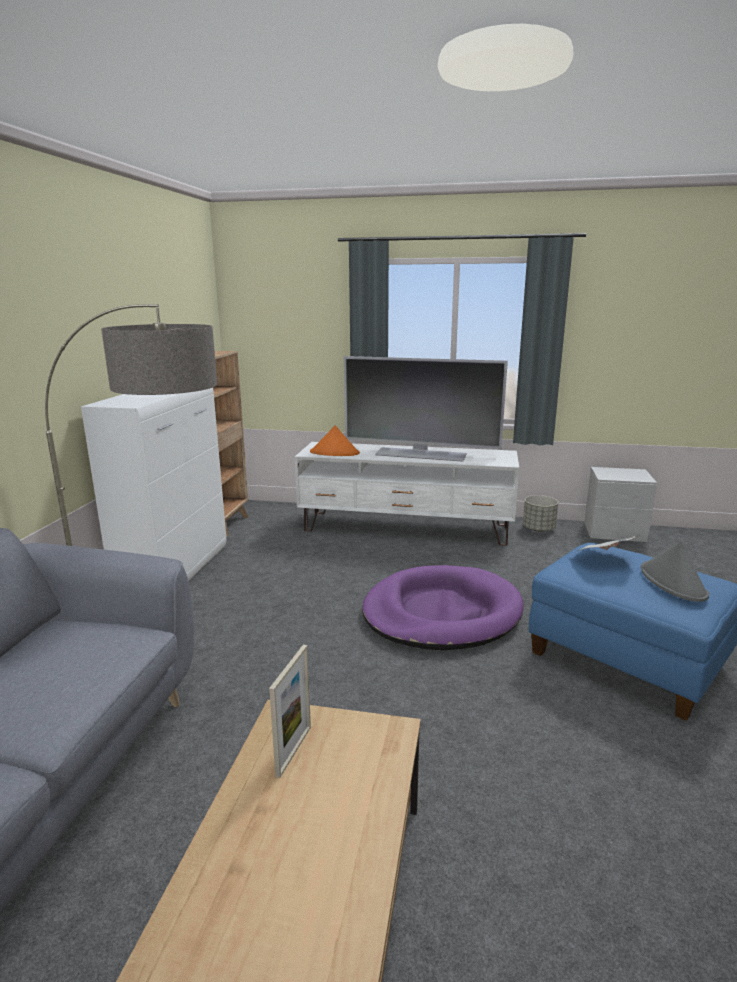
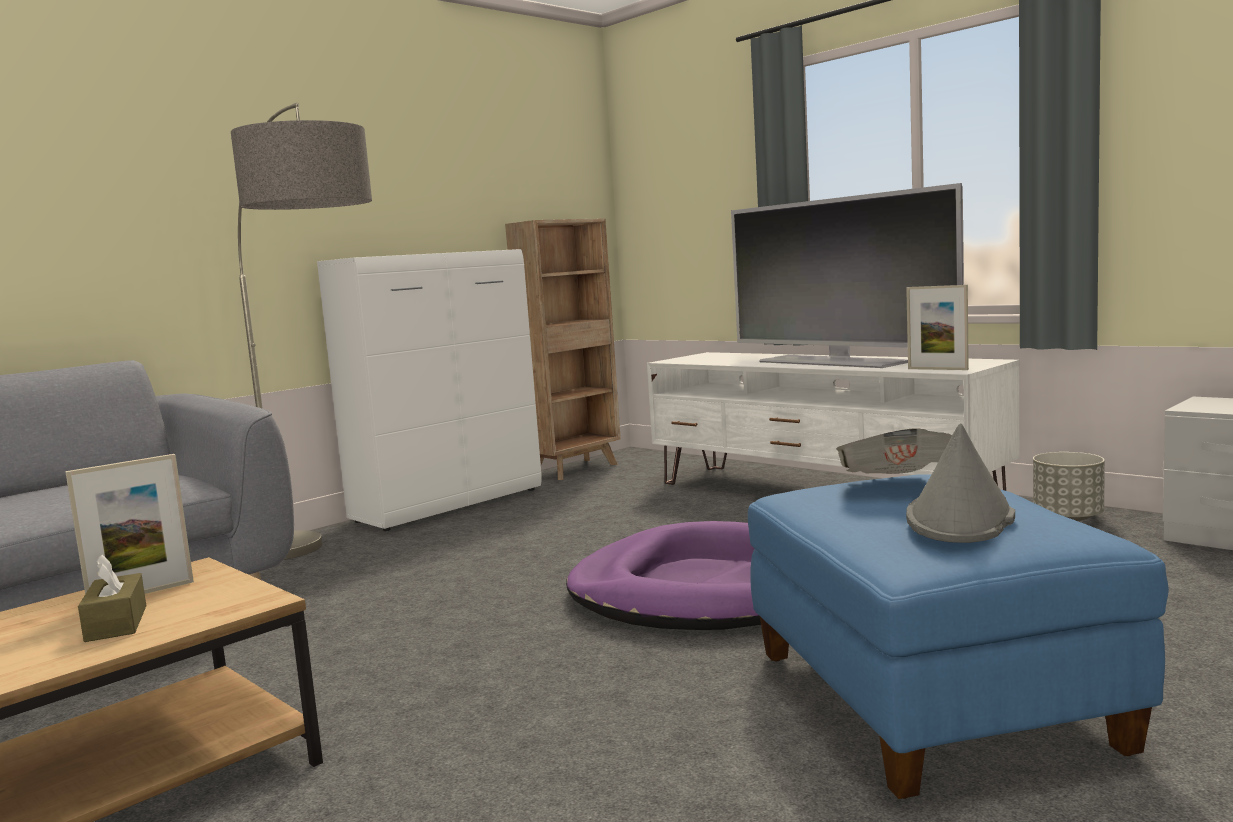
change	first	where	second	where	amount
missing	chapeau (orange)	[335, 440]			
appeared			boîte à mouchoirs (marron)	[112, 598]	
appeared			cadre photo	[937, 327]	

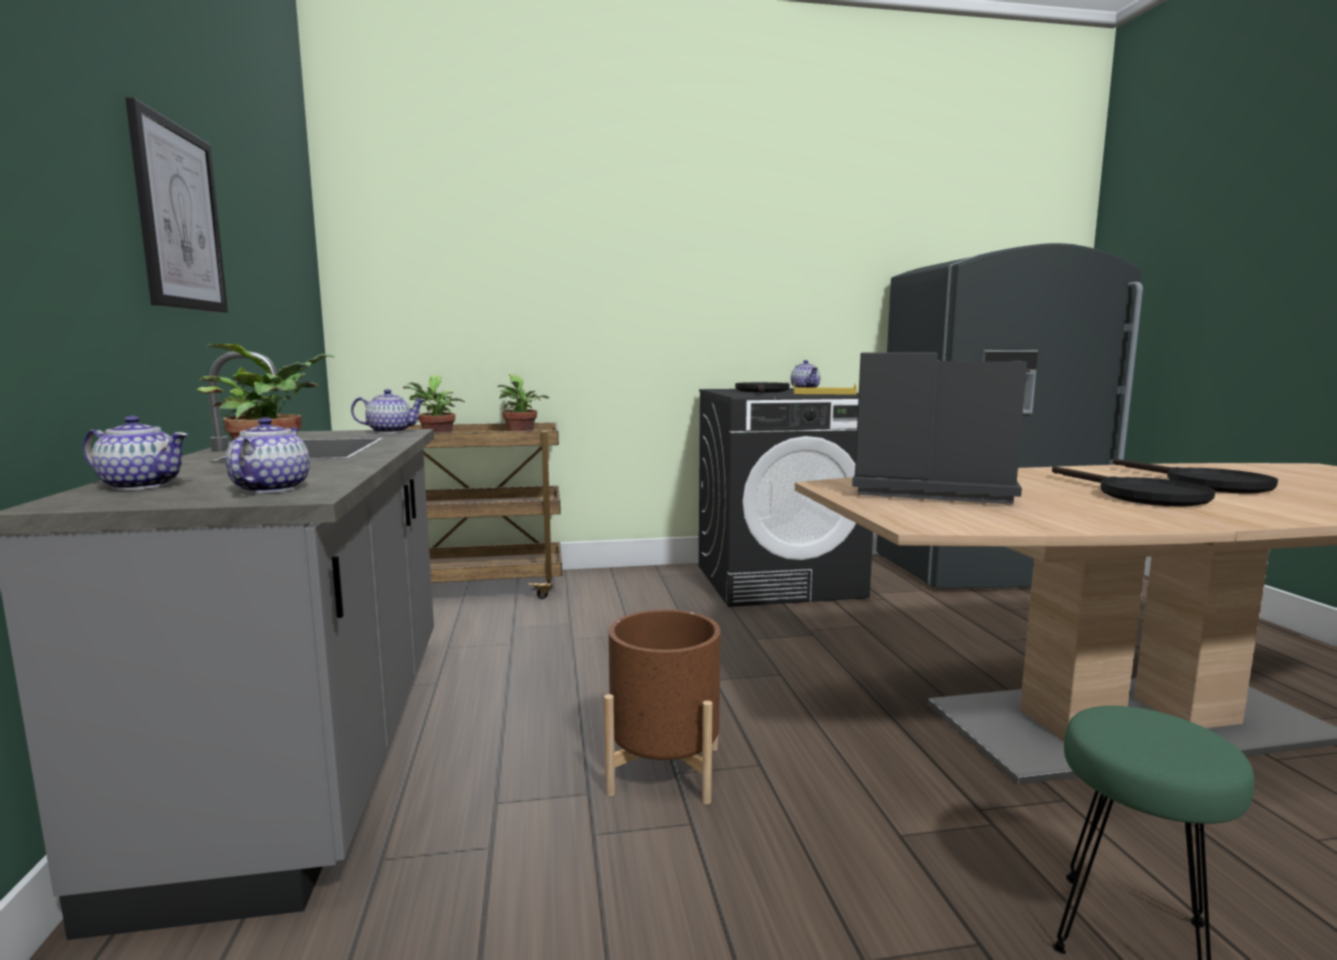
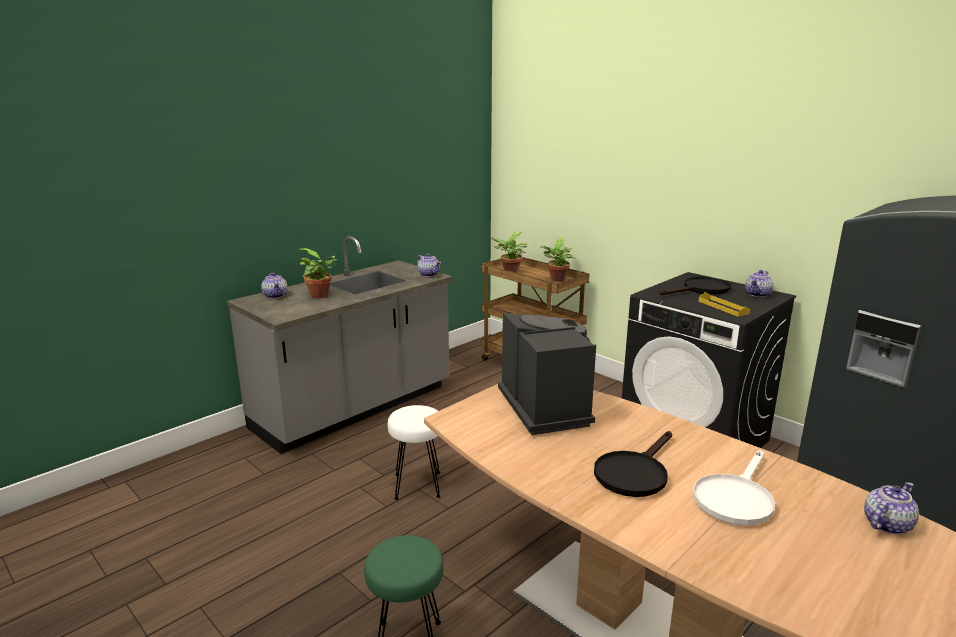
change	first	where	second	where	amount
missing	tableau	[177, 205]			
relocated	théière	[268, 455]		[891, 508]	
exchanged	cache-pot (marron)	[662, 706]	tabouret (blanc)	[414, 452]	
colour	poêle (noir)	[1195, 476]	poêle (blanc)	[734, 488]	

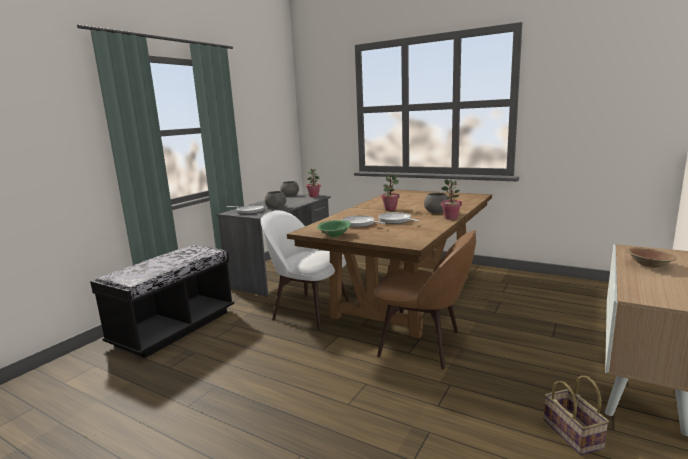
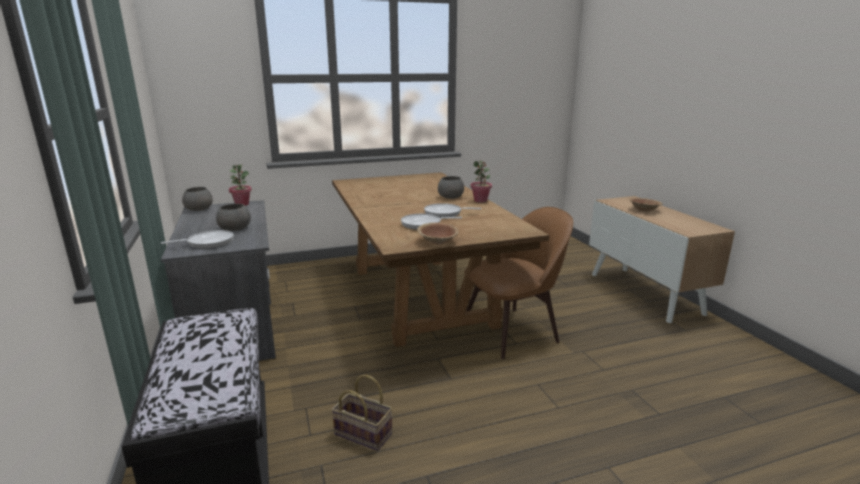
change	first	where	second	where	amount
missing	chaise (blanc)	[305, 270]			
colour	bol (vert)	[334, 228]	bol (marron)	[438, 233]	
missing	plante en pot	[390, 192]			
relocated	panier	[576, 415]		[361, 413]	

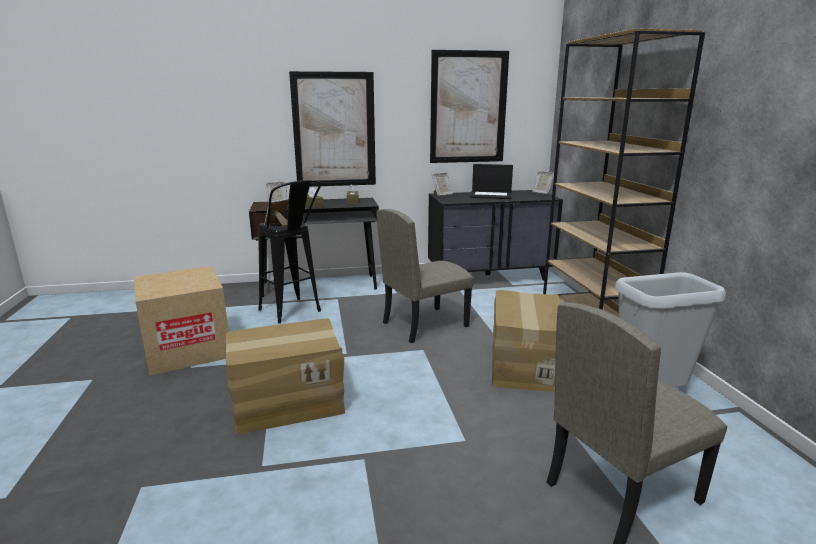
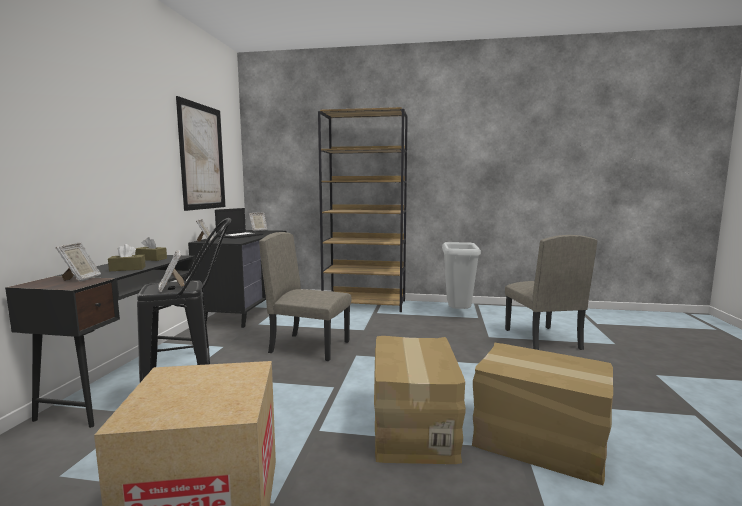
change	first	where	second	where	amount
missing	tableau	[332, 129]			
spun	chaise (beige)	[425, 276]		[305, 296]	120 degrees clockwise
relocated	carton	[526, 341]		[542, 413]	

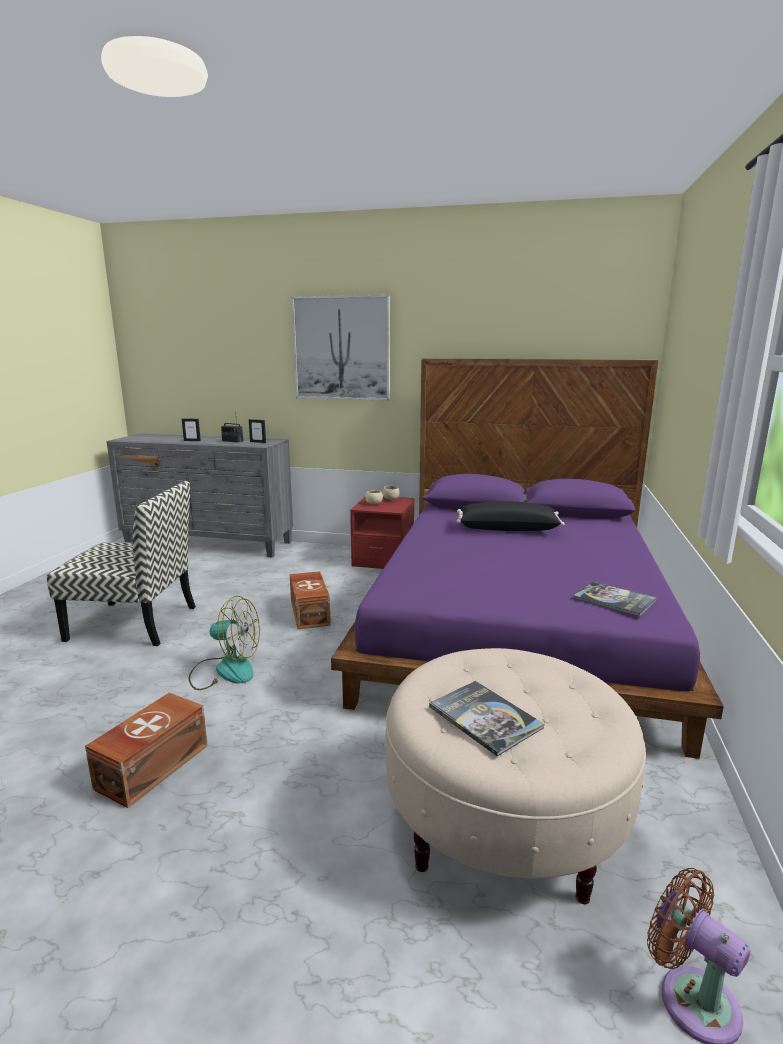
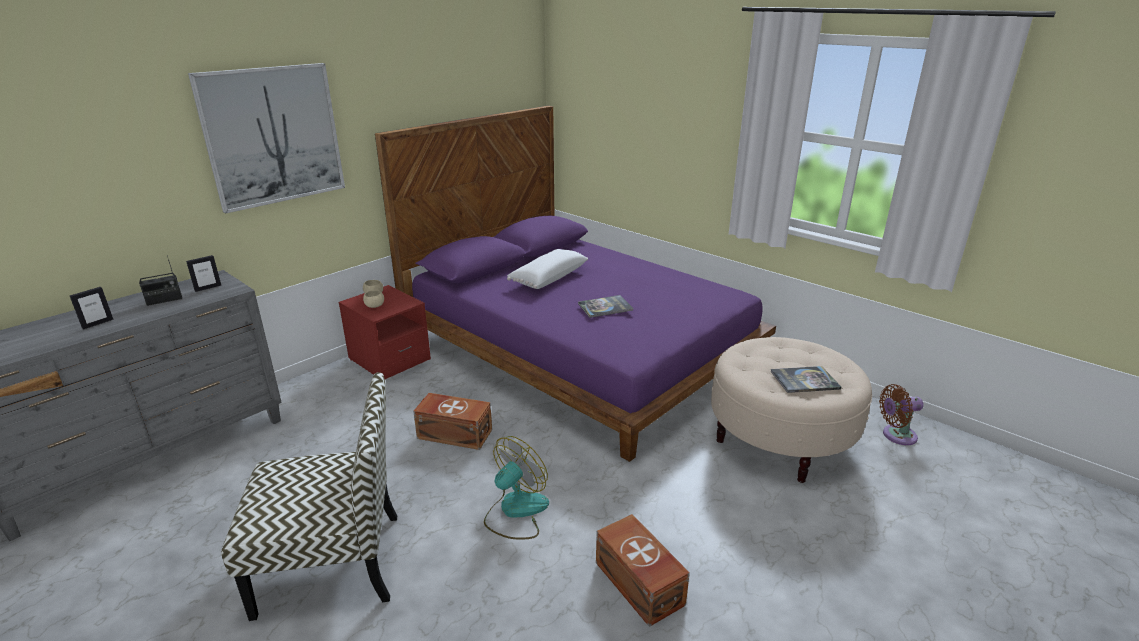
change	first	where	second	where	amount
spun	chaise	[121, 563]		[309, 496]	45 degrees clockwise
colour	coussin (noir)	[511, 516]	coussin (blanc)	[547, 269]	
relocated	livre	[615, 599]		[605, 306]	

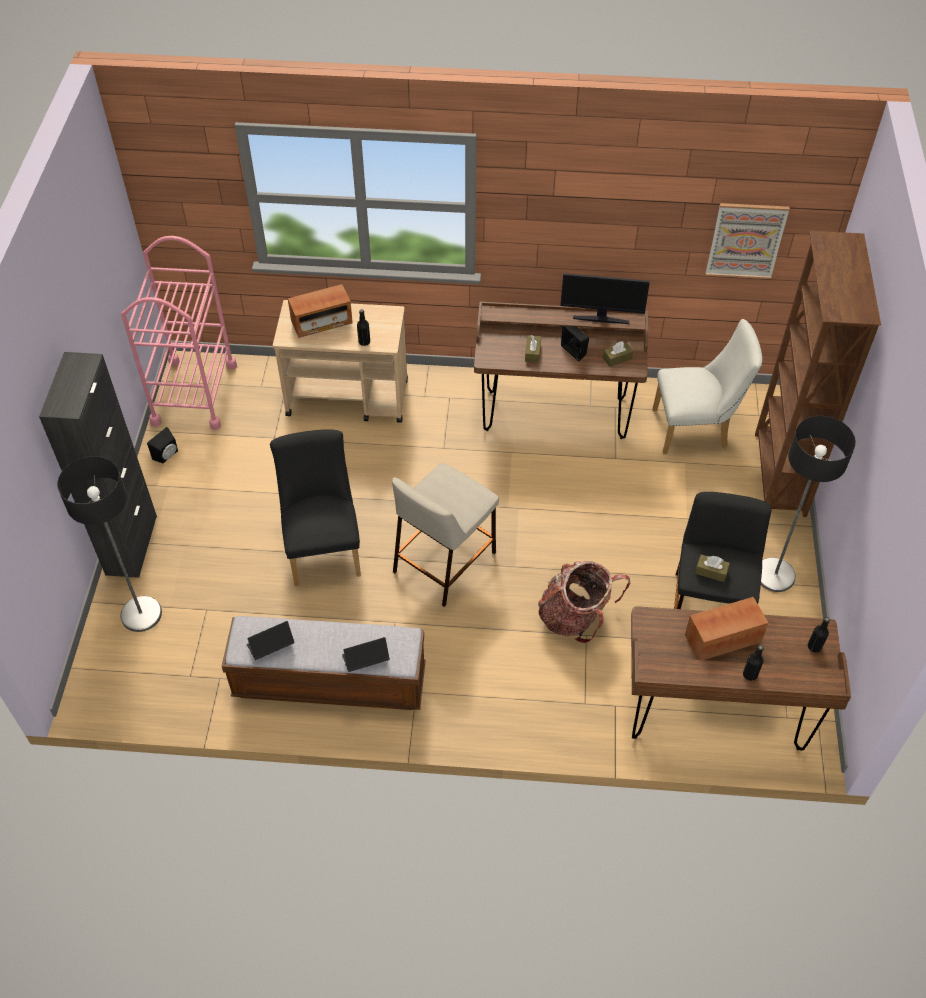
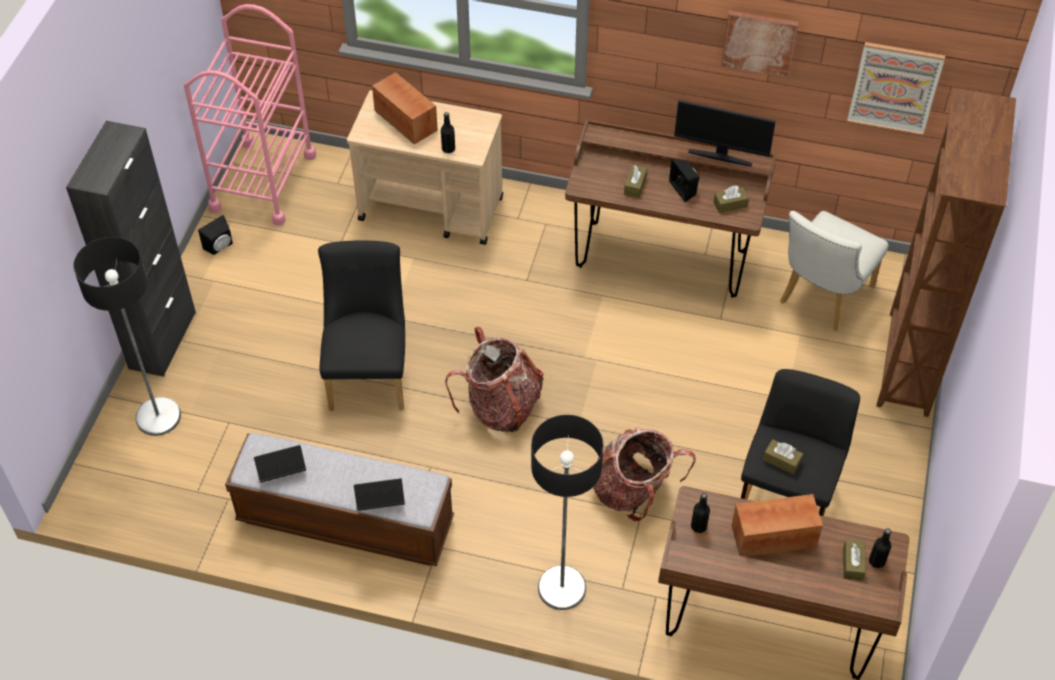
change	first	where	second	where	amount
spun	radio	[320, 311]		[405, 108]	120 degrees counterclockwise
exchanged	tabouret (beige)	[445, 535]	sac à dos	[494, 379]	
spun	chaise (blanc)	[707, 386]		[834, 271]	120 degrees clockwise
relocated	bouteille (noir)	[753, 663]		[700, 513]	
relocated	lampadaire	[808, 504]		[567, 512]	
appeared			tableau	[760, 44]	
appeared			boîte à mouchoirs (marron)	[854, 560]	

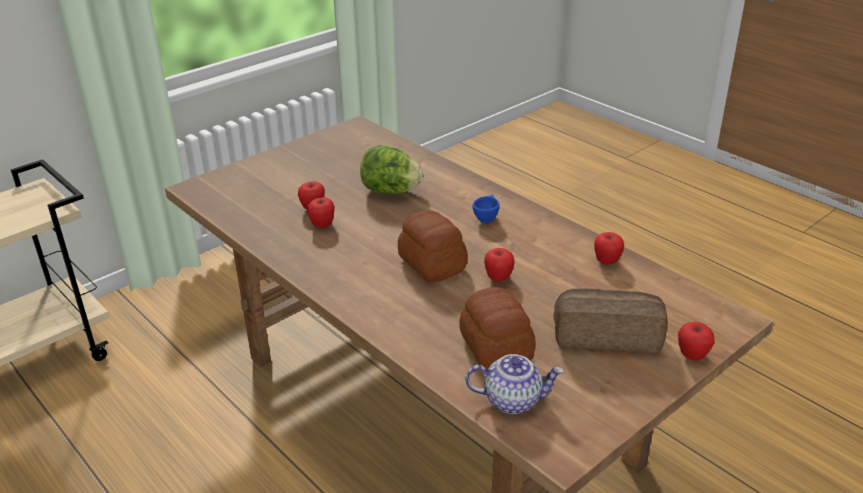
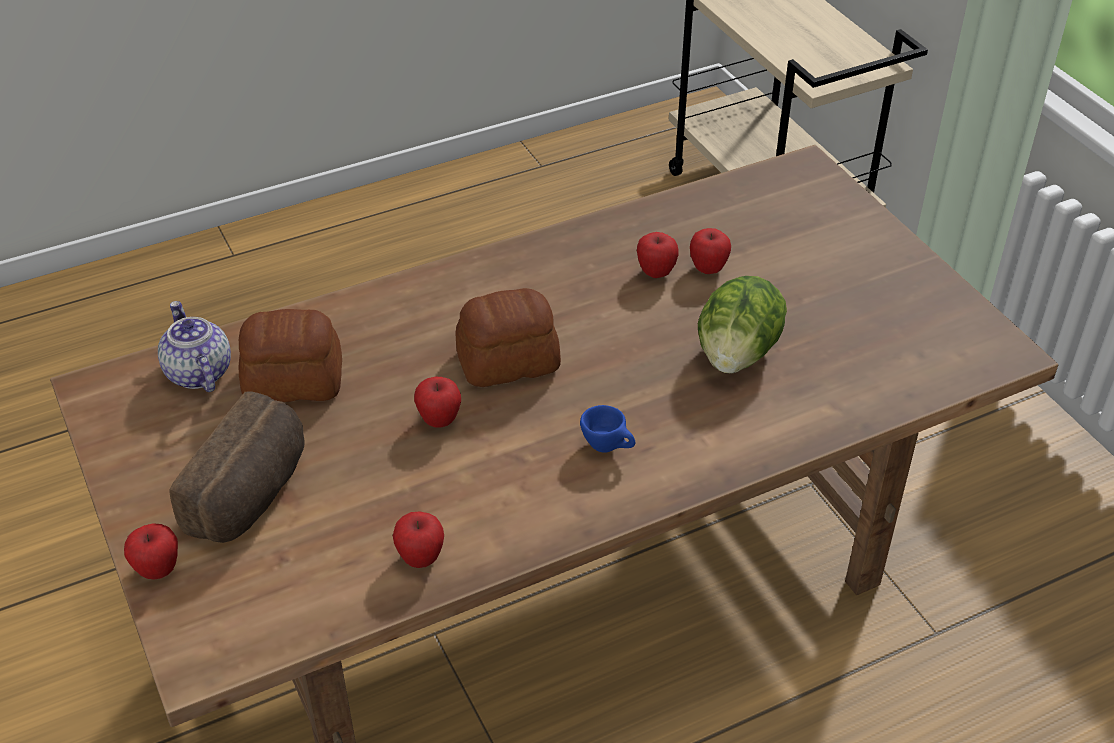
change	first	where	second	where	amount
spun	théière	[514, 384]		[194, 346]	135 degrees clockwise

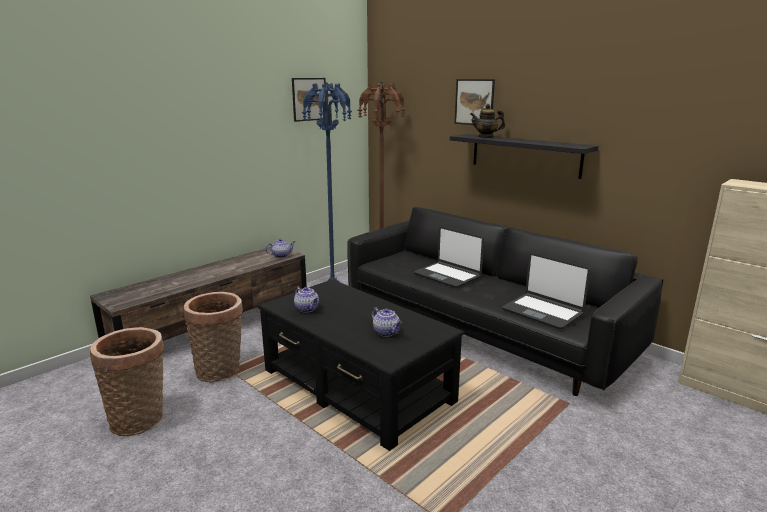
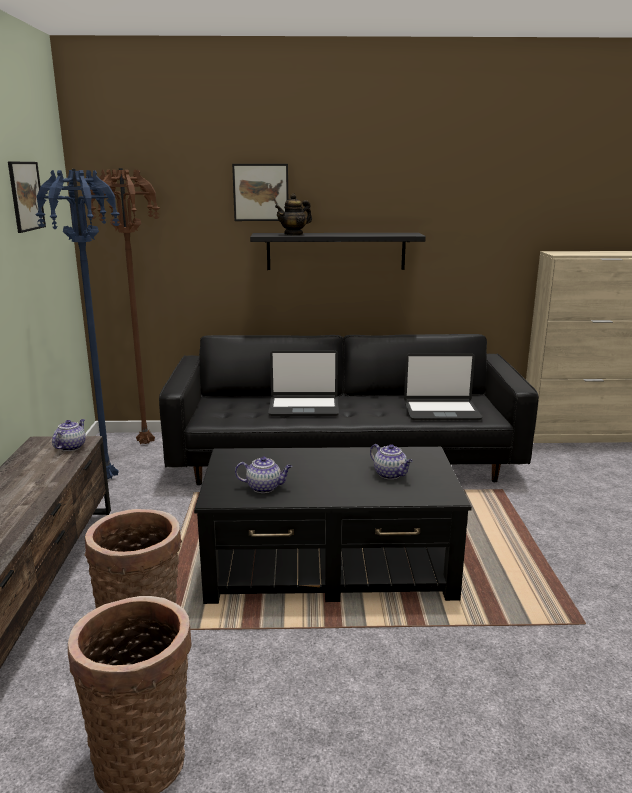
change	first	where	second	where	amount
spun	théière	[386, 322]		[391, 461]	45 degrees clockwise

